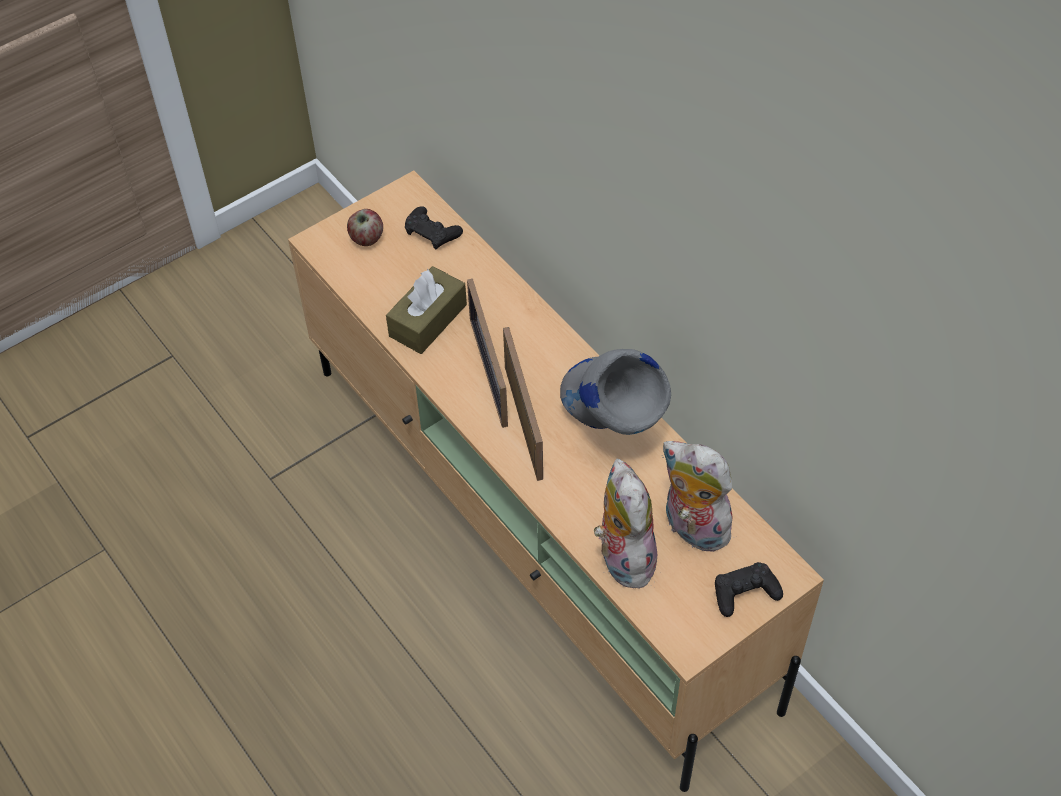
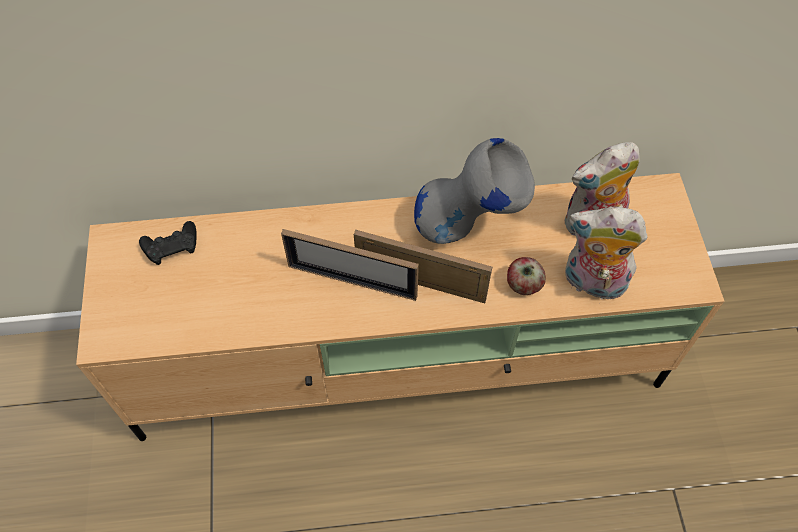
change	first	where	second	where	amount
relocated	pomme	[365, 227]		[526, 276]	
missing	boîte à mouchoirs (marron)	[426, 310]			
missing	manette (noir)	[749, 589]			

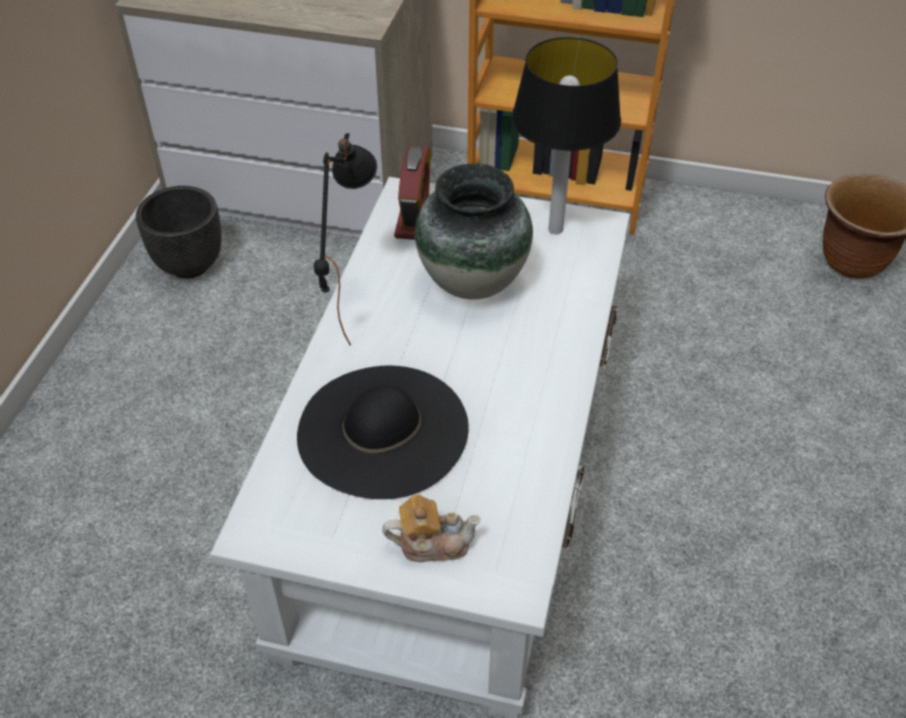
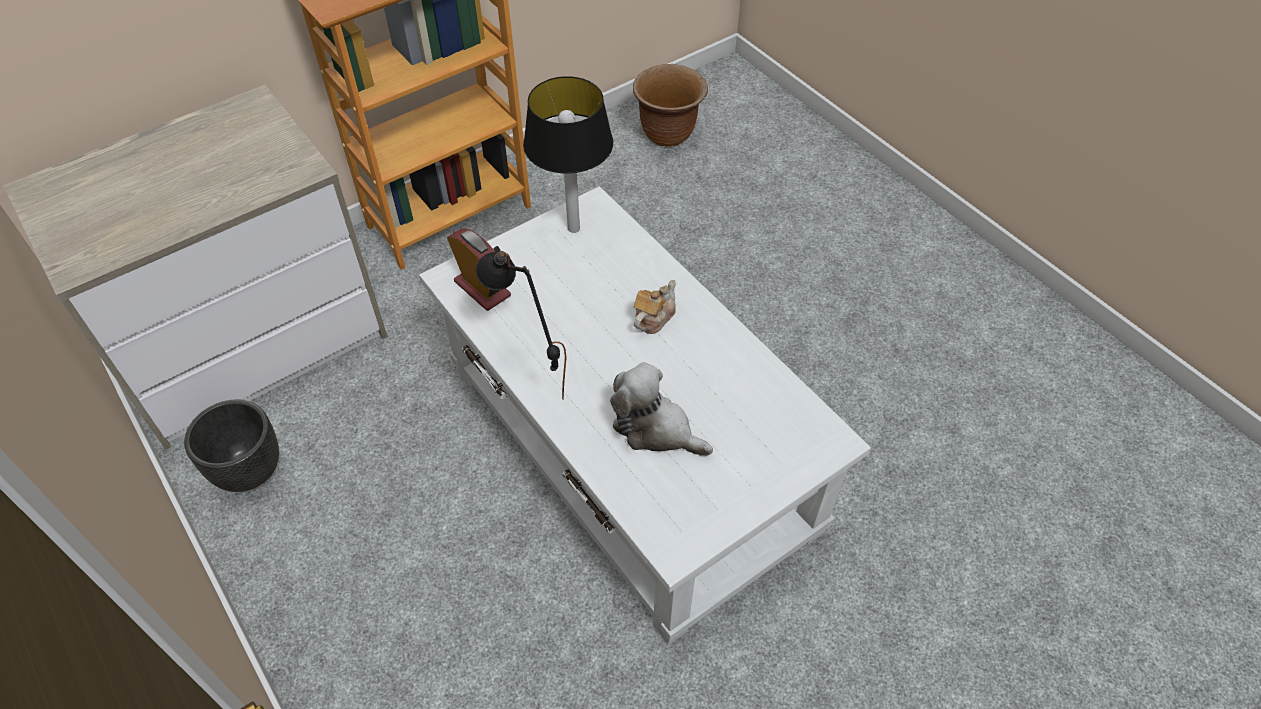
change	first	where	second	where	amount
exchanged	chapeau (noir)	[383, 432]	peluche	[661, 409]	
relocated	théière	[431, 528]		[655, 307]	
missing	vase	[474, 231]			

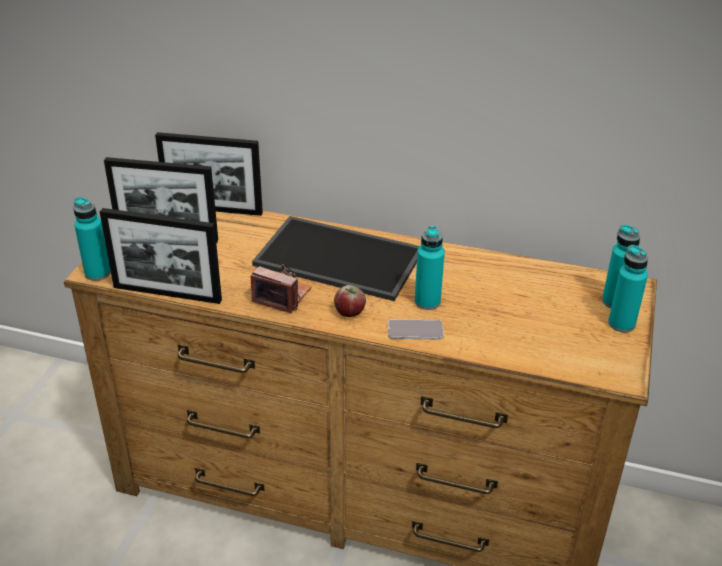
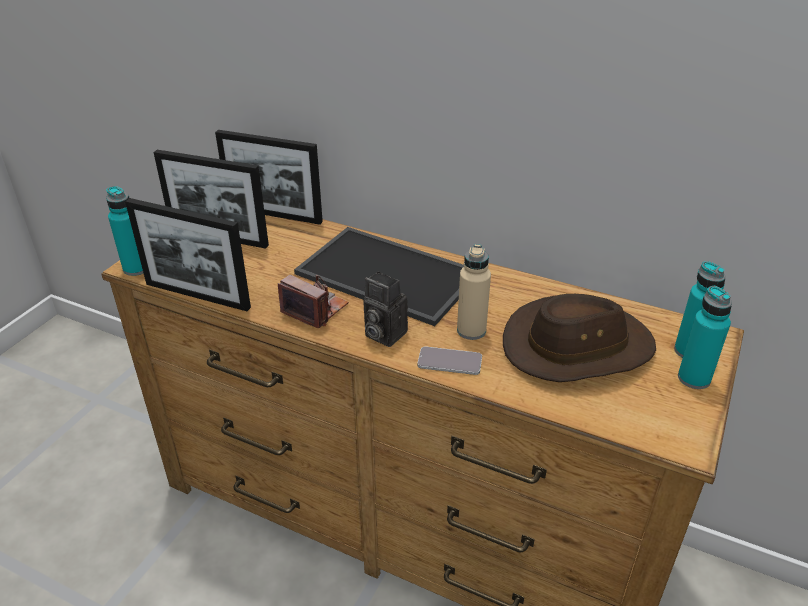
change	first	where	second	where	amount
exchanged	pomme	[350, 301]	appareil photo	[385, 309]	
colour	bouteille (turquoise)	[430, 268]	bouteille (beige)	[474, 292]	
appeared			chapeau (marron)	[579, 338]	

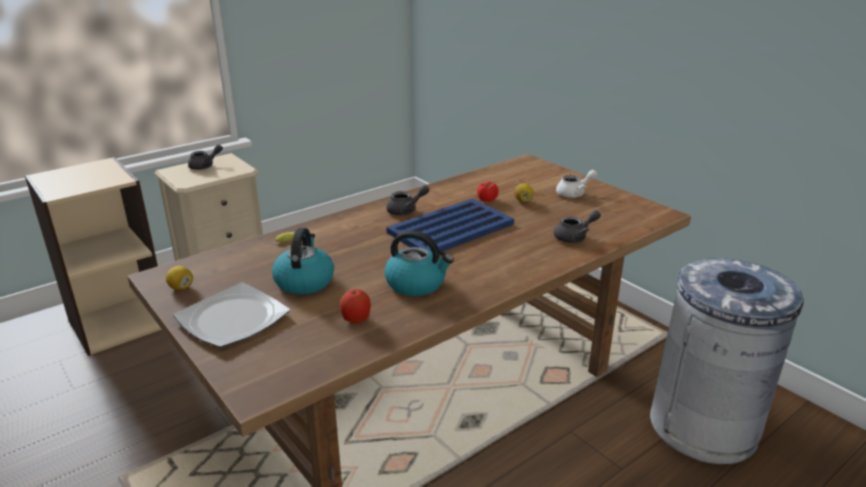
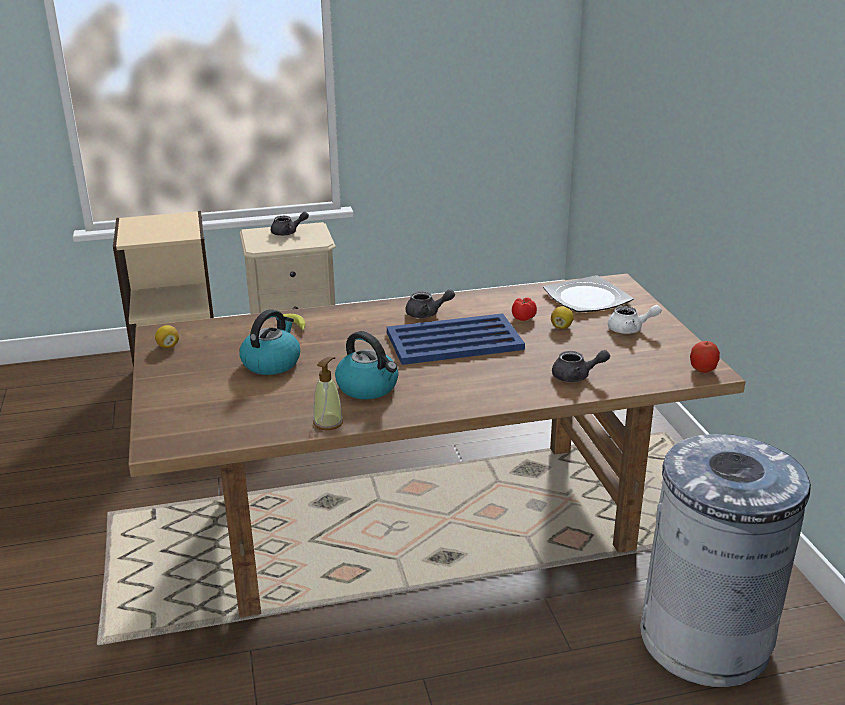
change	first	where	second	where	amount
relocated	assiette	[231, 315]		[588, 294]	
relocated	pomme	[355, 306]		[705, 357]	
appeared			distributeur de savon	[328, 393]	

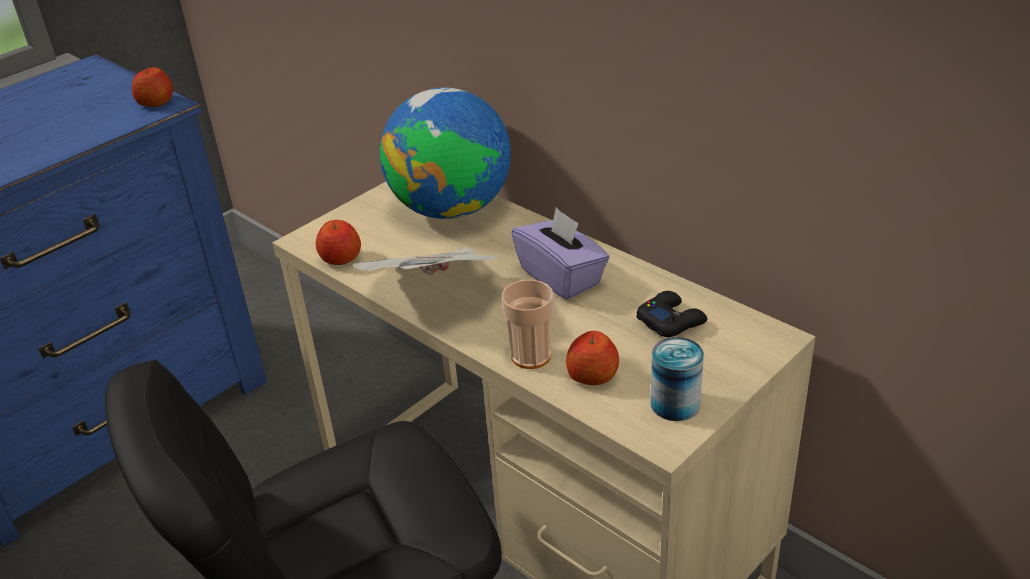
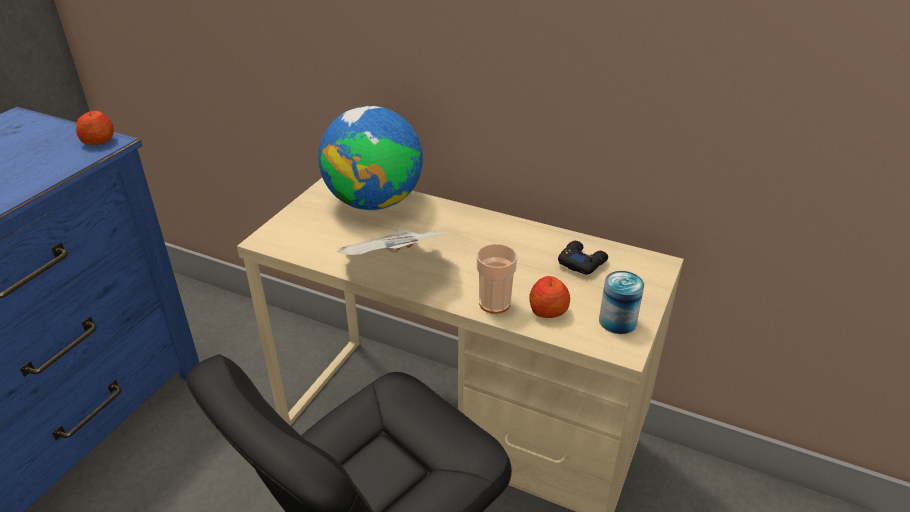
change	first	where	second	where	amount
missing	pomme	[338, 242]			
missing	boîte à mouchoirs (violet)	[560, 253]			

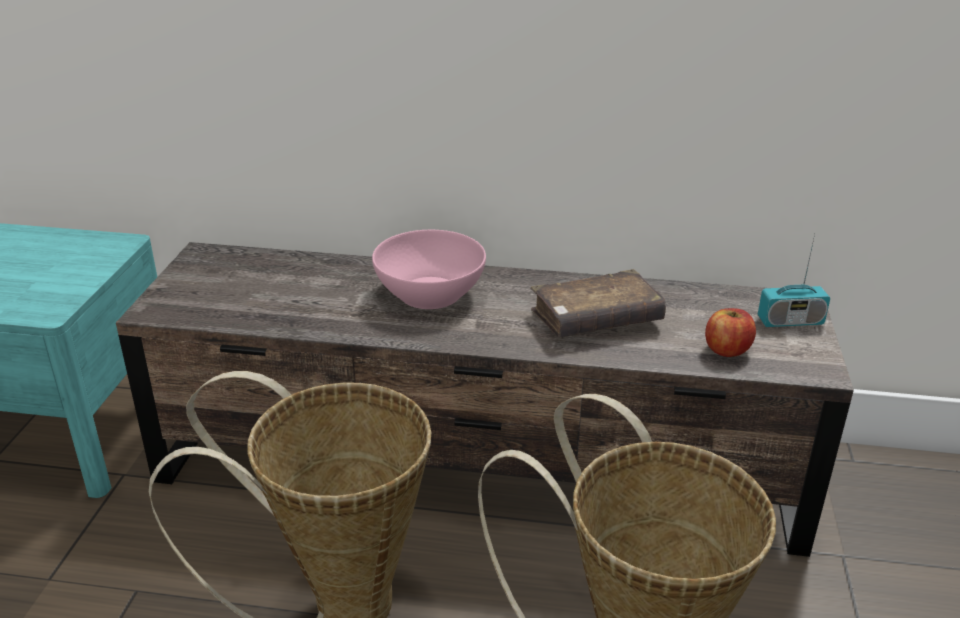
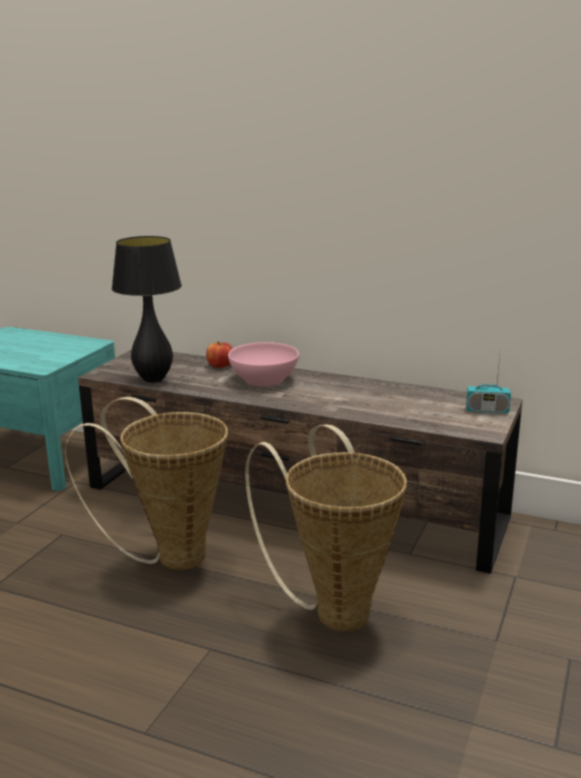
change	first	where	second	where	amount
missing	livre (marron)	[598, 303]			
relocated	pomme	[730, 332]		[219, 355]	
appeared			lampe de table (noir)	[147, 309]	

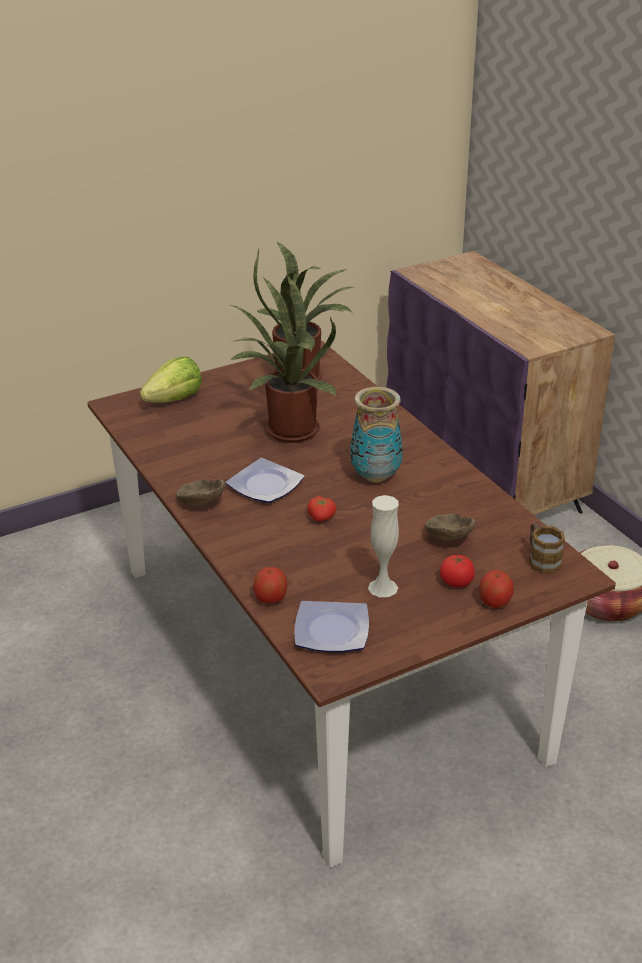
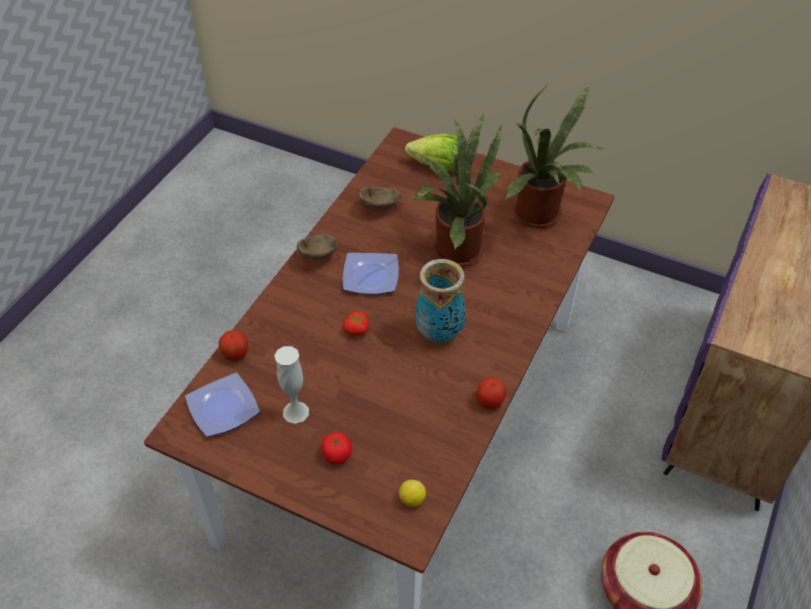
change	first	where	second	where	amount
relocated	bol (marron)	[450, 527]		[379, 198]	
relocated	pomme	[496, 589]		[491, 393]	
exchanged	mug	[547, 548]	citron	[412, 493]	

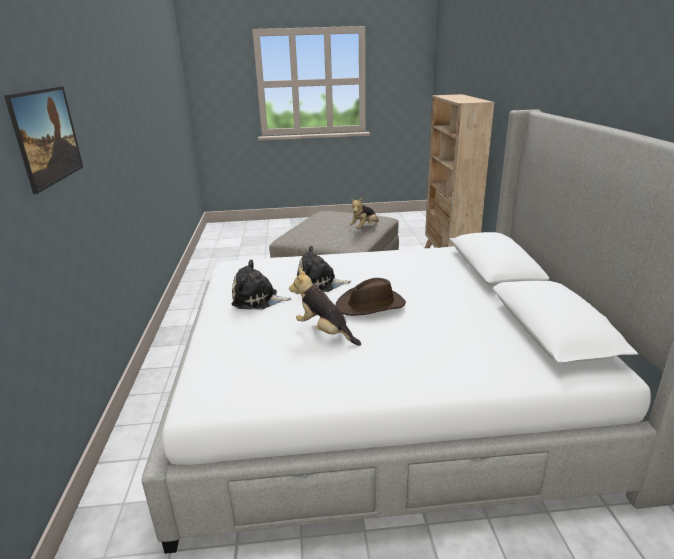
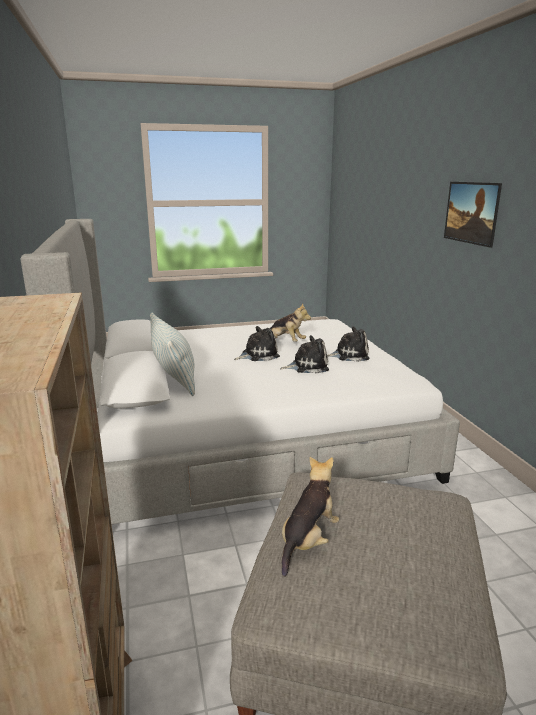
change	first	where	second	where	amount
exchanged	chapeau (marron)	[371, 297]	peluche	[257, 343]	
appeared			coussin	[172, 354]	

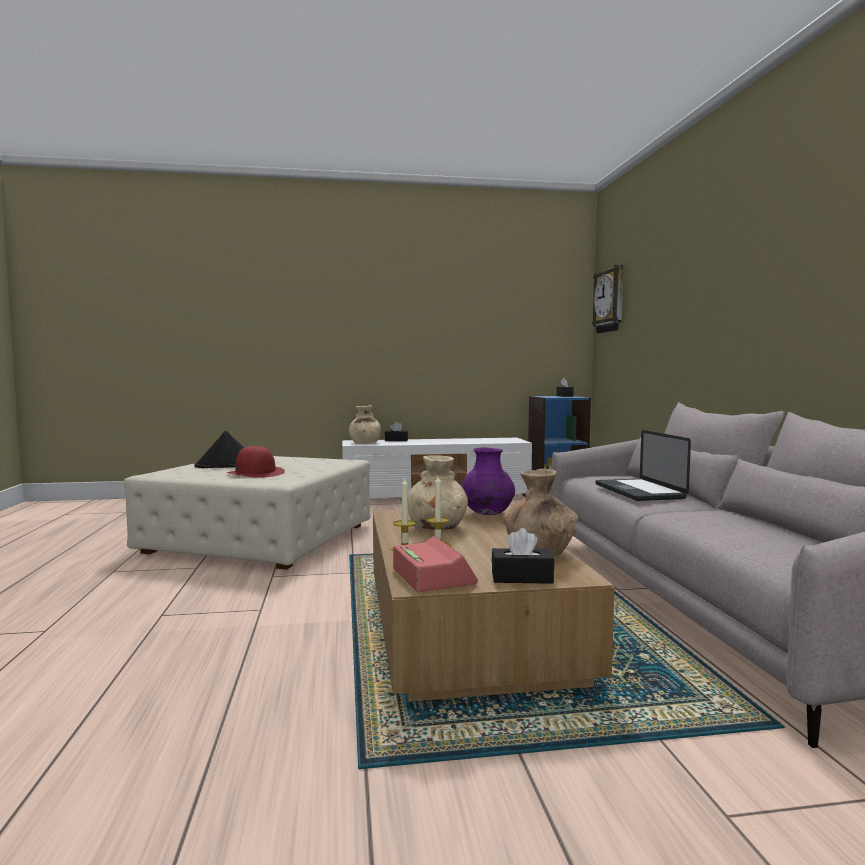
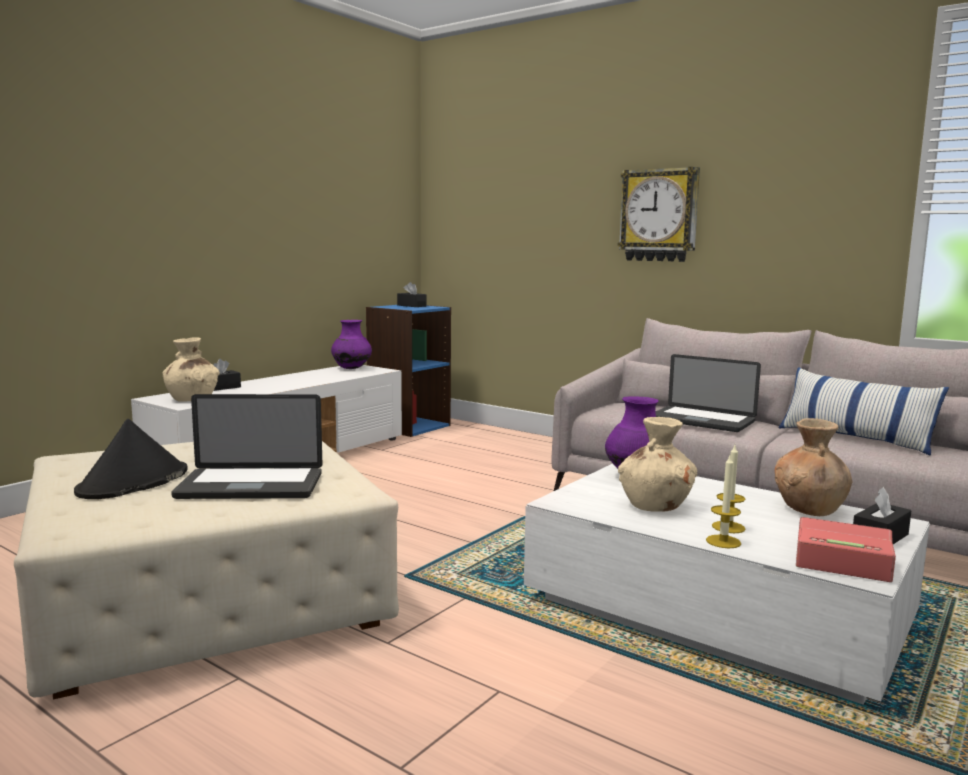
change	first	where	second	where	amount
exchanged	chapeau (rouge)	[255, 462]	ordinateur portable	[246, 446]	
colour	table basse (marron)	[493, 604]	table basse (blanc)	[727, 584]	
relocated	horloge murale	[607, 298]		[659, 214]	
appeared			vase (violet)	[351, 344]	
appeared			coussin	[864, 411]	

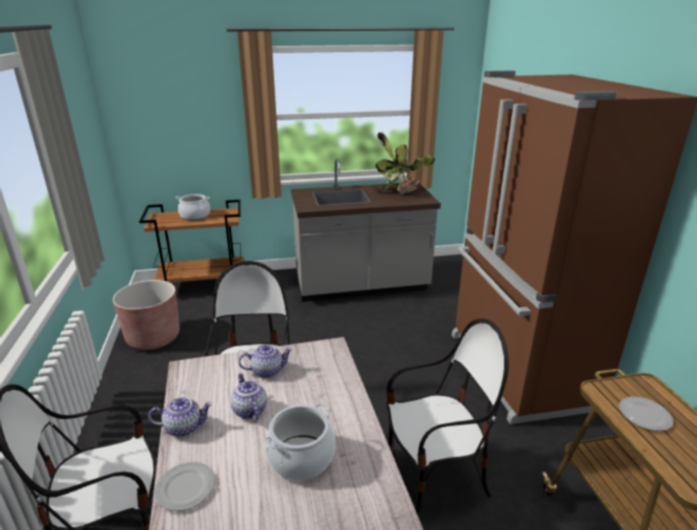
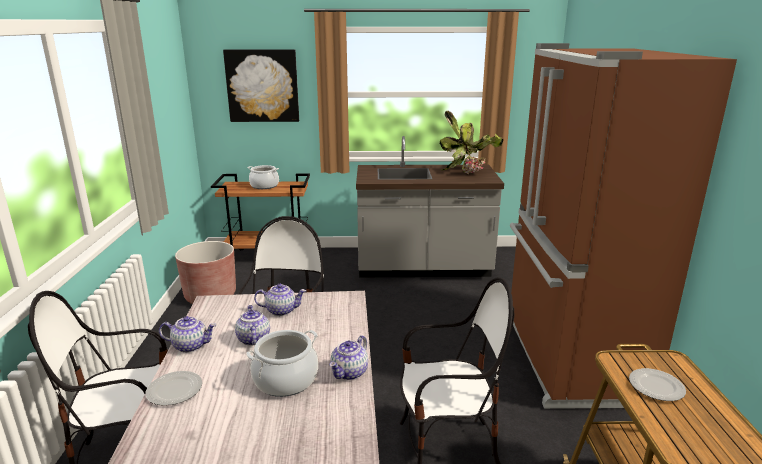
change	first	where	second	where	amount
appeared			tableau	[261, 85]	
appeared			théière	[349, 357]	

